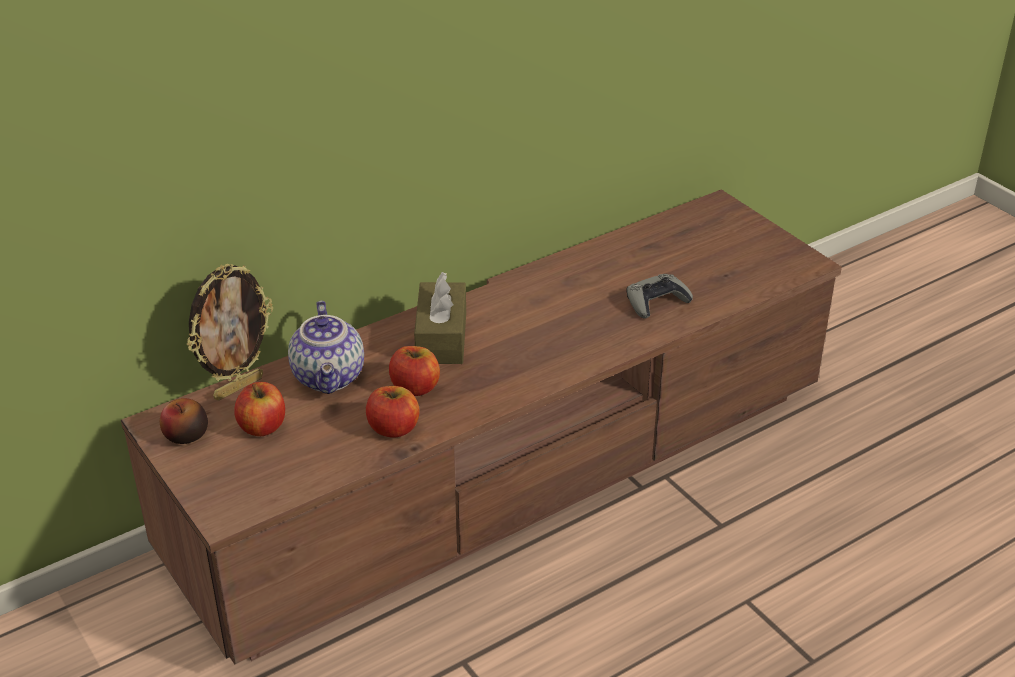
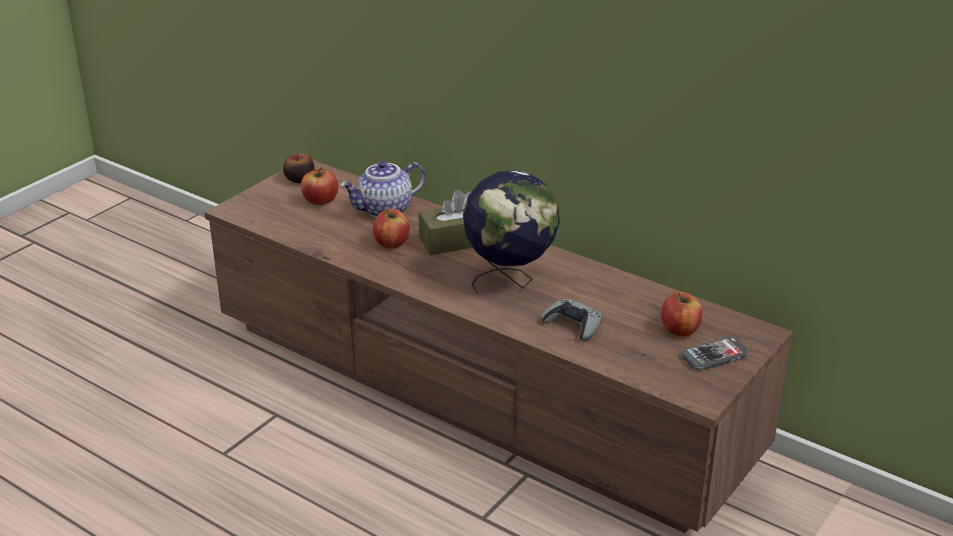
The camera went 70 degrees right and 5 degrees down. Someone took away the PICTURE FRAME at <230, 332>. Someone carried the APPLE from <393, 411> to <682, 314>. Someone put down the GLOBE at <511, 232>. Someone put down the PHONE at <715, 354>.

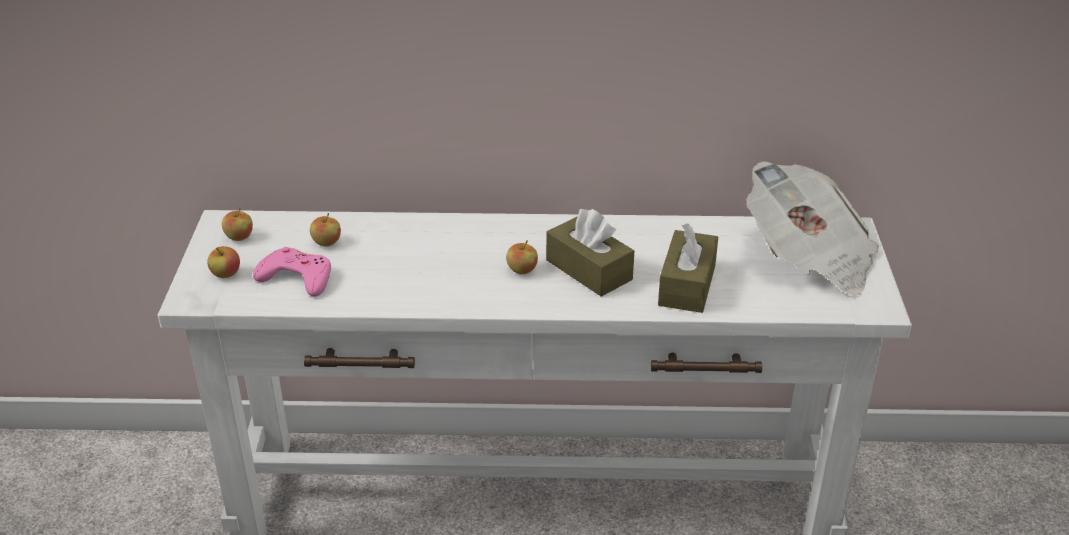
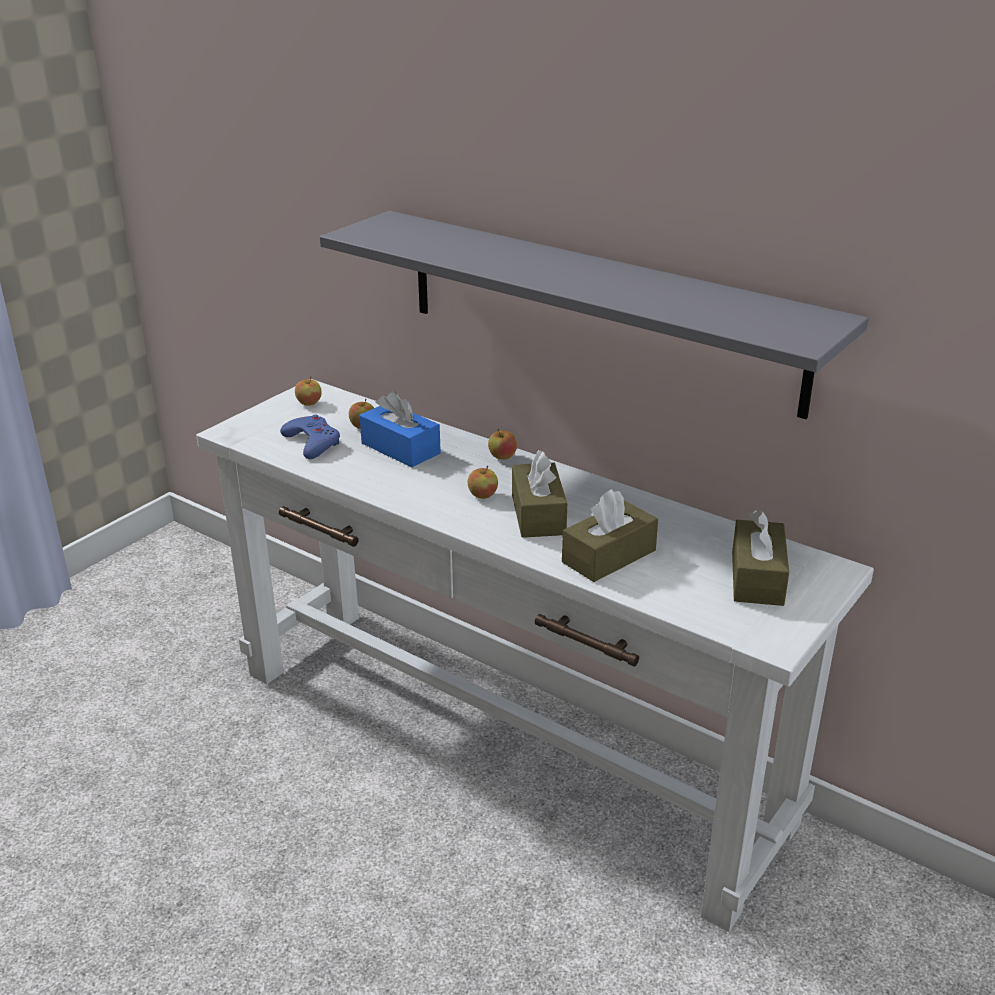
The camera went 35 degrees right and 5 degrees down. Someone carried the APPLE from <223, 262> to <502, 444>. Someone repainted the PINK GAME CONTROLLER at <292, 272>, which became the BLUE GAME CONTROLLER at <310, 437>. Someone swapped the NEWSPAPER at <812, 228> for the BROWN TISSUE BOX at <760, 558>. Someone put up the GREY SHELF at <594, 315>. Someone put down the BLUE TISSUE BOX at <400, 429>.

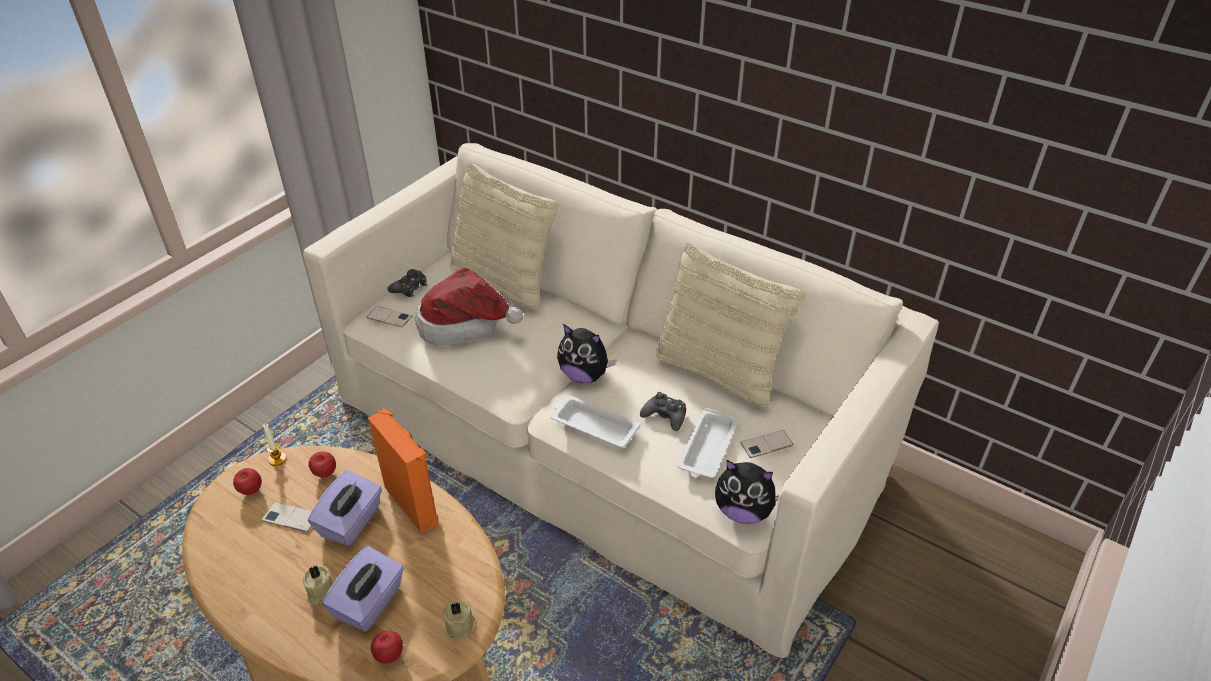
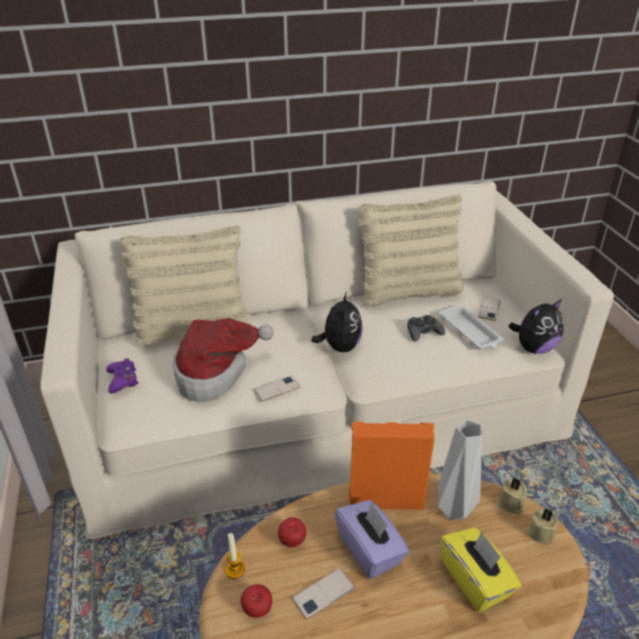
The camera went 50 degrees left and 5 degrees down. Someone carried the BEIGE CANDLE from <318, 584> to <512, 496>. Someone repainted the PURPLE TISSUE BOX at <363, 588>, which became the YELLOW TISSUE BOX at <481, 569>. Someone carried the PHONE from <389, 316> to <277, 388>. Someone took away the APPLE at <387, 647>. Someone repainted the BLACK GAME CONTROLLER at <407, 283>, which became the PURPLE GAME CONTROLLER at <122, 375>. Someone took away the WHITE TRAY at <596, 422>. Someone rotated the PLUSH TOY at <587, 353> by 60 degrees counterclockwise. Someone put down the GREY VASE at <460, 469>.

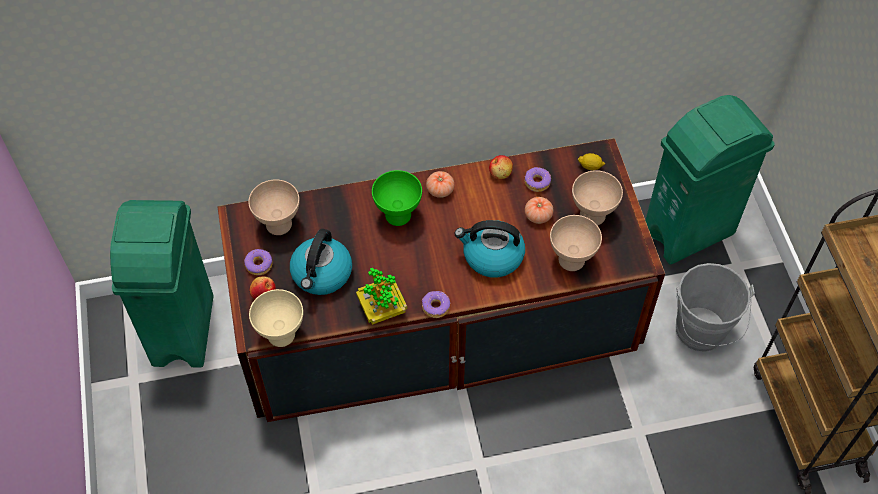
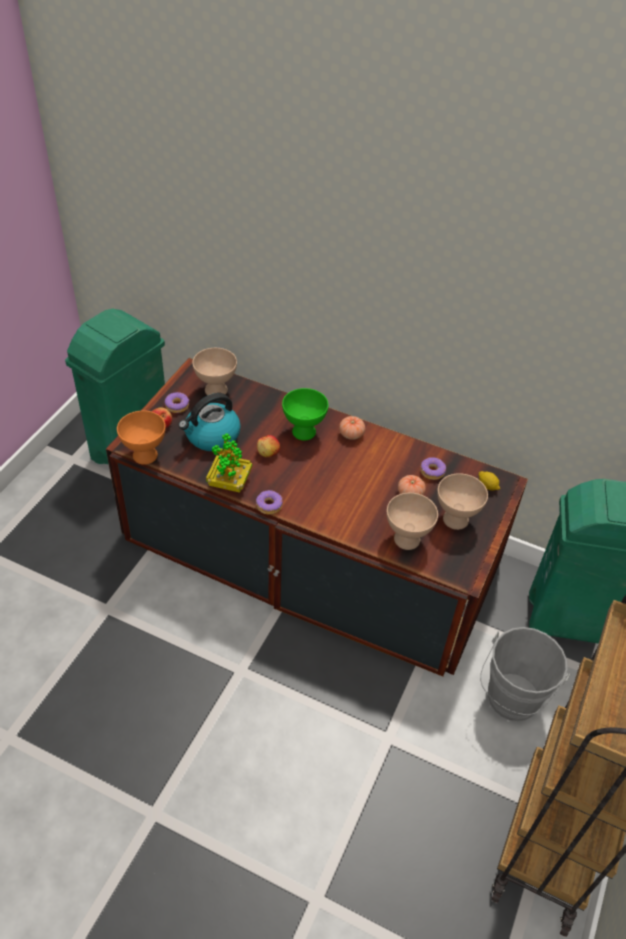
The camera went 35 degrees right and 10 degrees down. Someone repainted the BEIGE BOWL at <276, 318>, which became the ORANGE BOWL at <141, 437>. Someone took away the KETTLE at <490, 249>. Someone carried the APPLE from <501, 167> to <268, 446>.

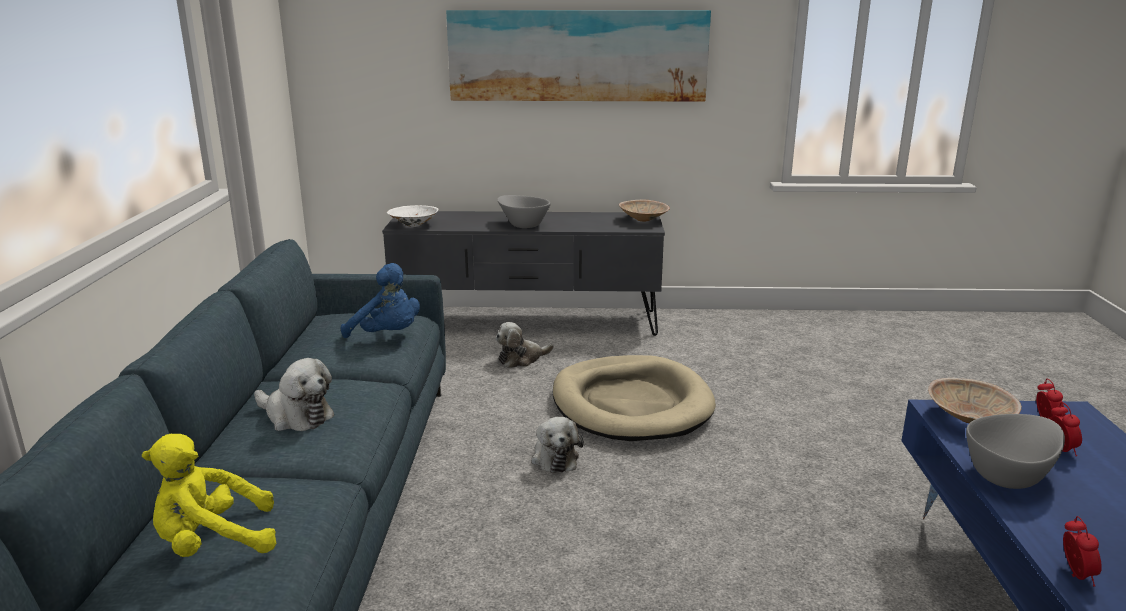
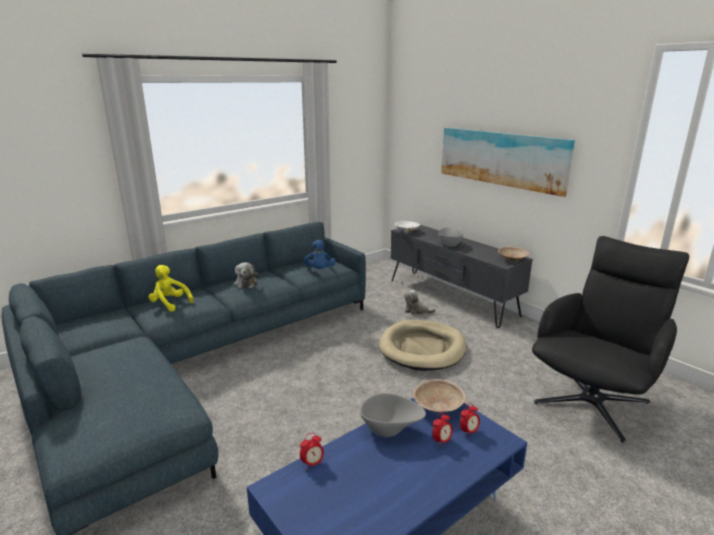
The camera went 50 degrees right and 0 degrees up. Someone took away the PLUSH TOY at <557, 445>. Someone put down the BLACK ARMCHAIR at <610, 339>.

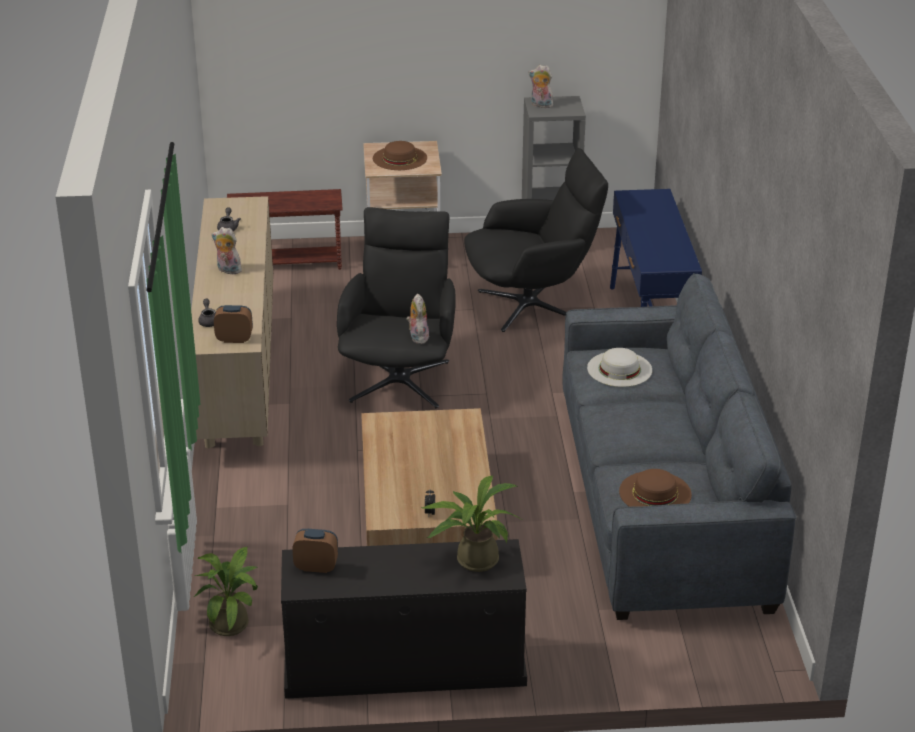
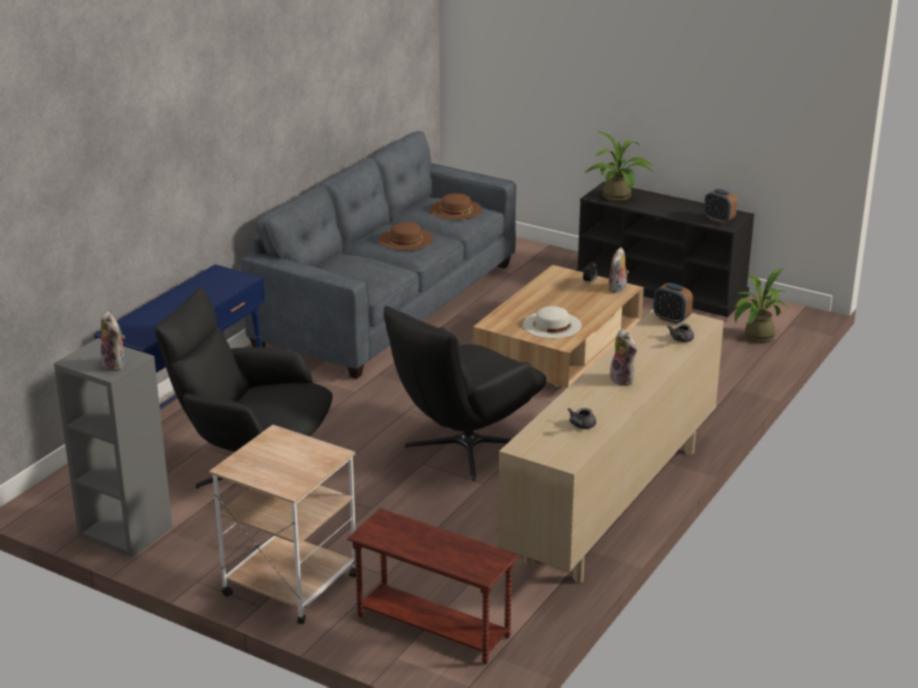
The camera went 145 degrees left and 5 degrees down. Someone carried the BROWN HAT from <400, 155> to <406, 236>. Someone carried the PLUSH TOY from <418, 318> to <618, 270>. Someone carried the WHITE HAT from <619, 367> to <552, 322>.

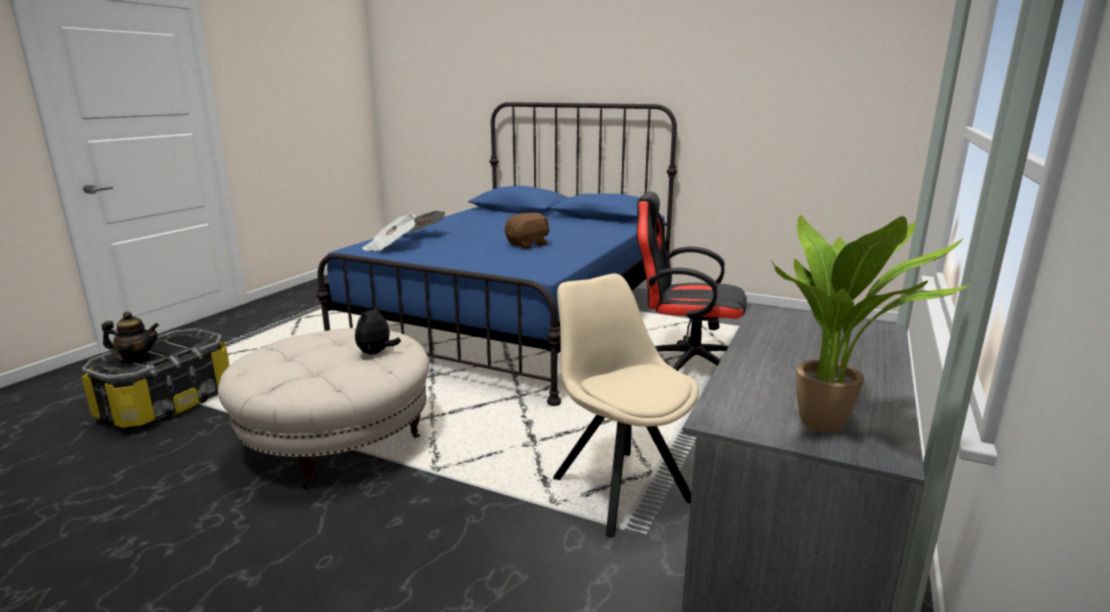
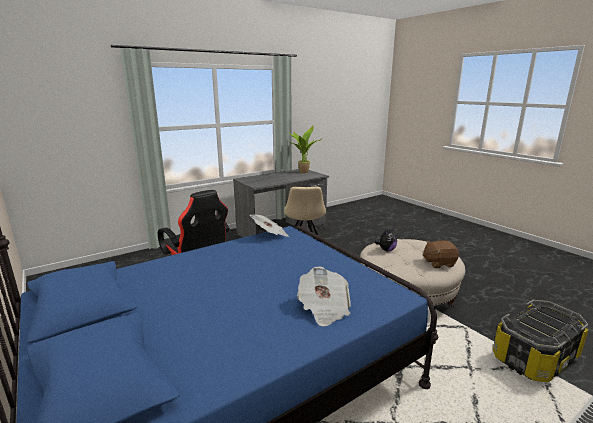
The camera went 150 degrees left and 0 degrees up. Someone took away the TEAPOT at <130, 337>. Someone carried the NEWSPAPER from <389, 232> to <269, 225>. Someone carried the BROWN PLUSH TOY from <527, 231> to <441, 254>.

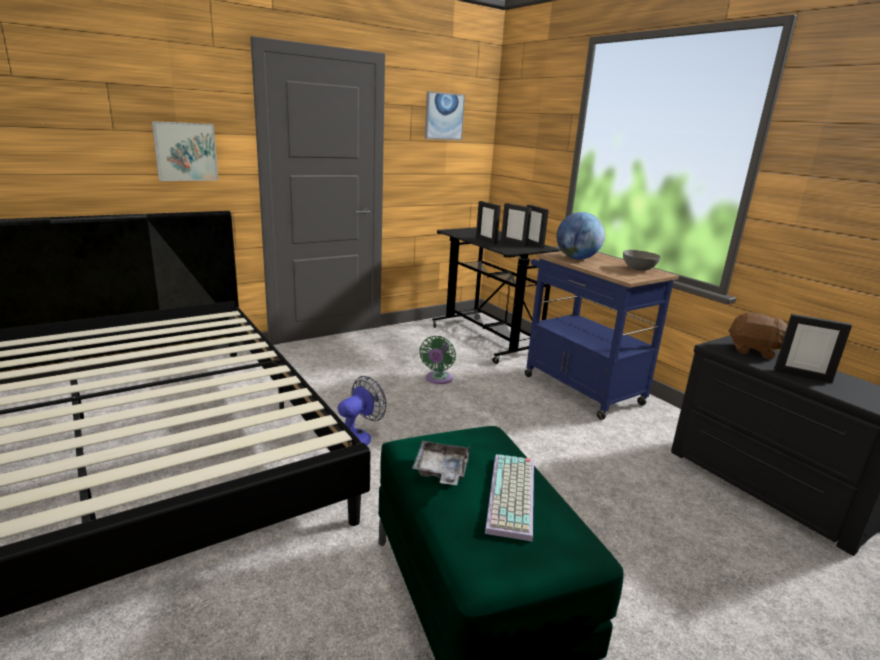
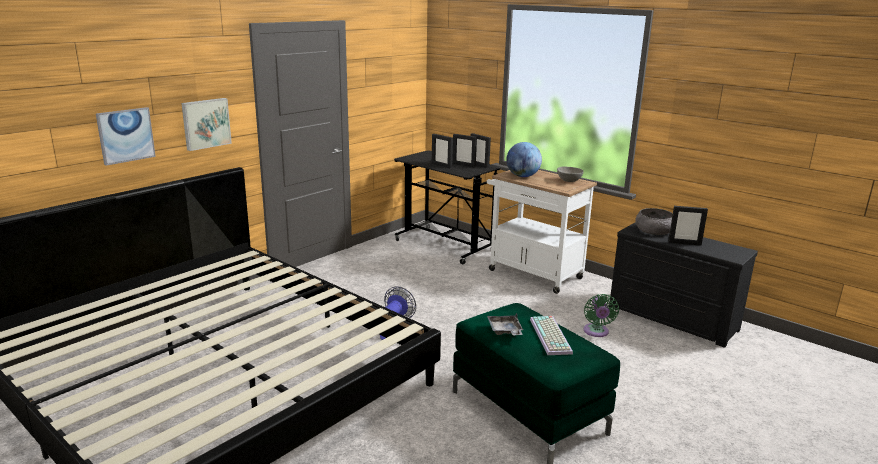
The camera went 15 degrees left and 0 degrees up. Someone carried the GREEN FAN from <437, 360> to <601, 315>. Someone carried the PICTURE from <445, 115> to <126, 136>. Someone repainted the BLUE CART at <602, 335>, which became the WHITE CART at <542, 232>. Someone swapped the BROWN PLUSH TOY at <757, 336> for the GREY BOWL at <654, 221>.

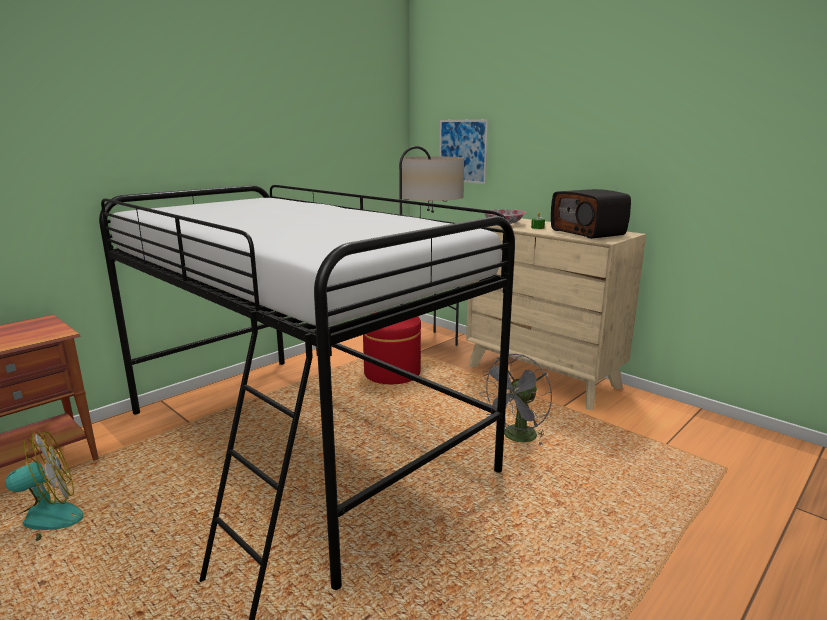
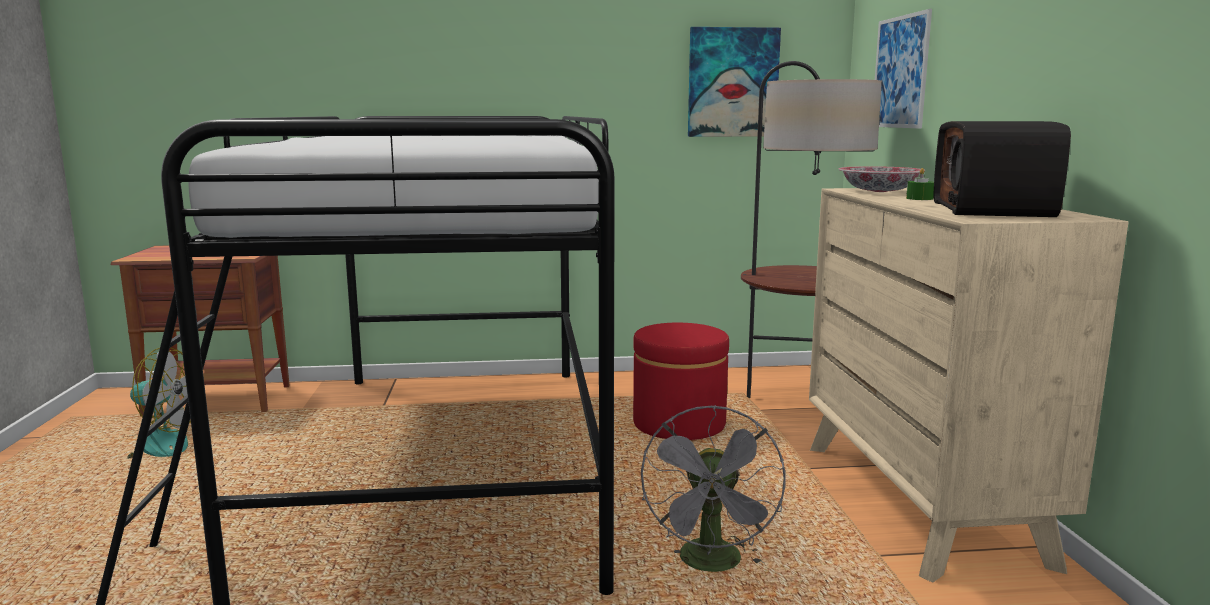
The camera went 40 degrees right and 5 degrees down. Someone rotated the GREY FAN at <516, 399> by 75 degrees counterclockwise. Someone put up the PICTURE at <734, 82>.

